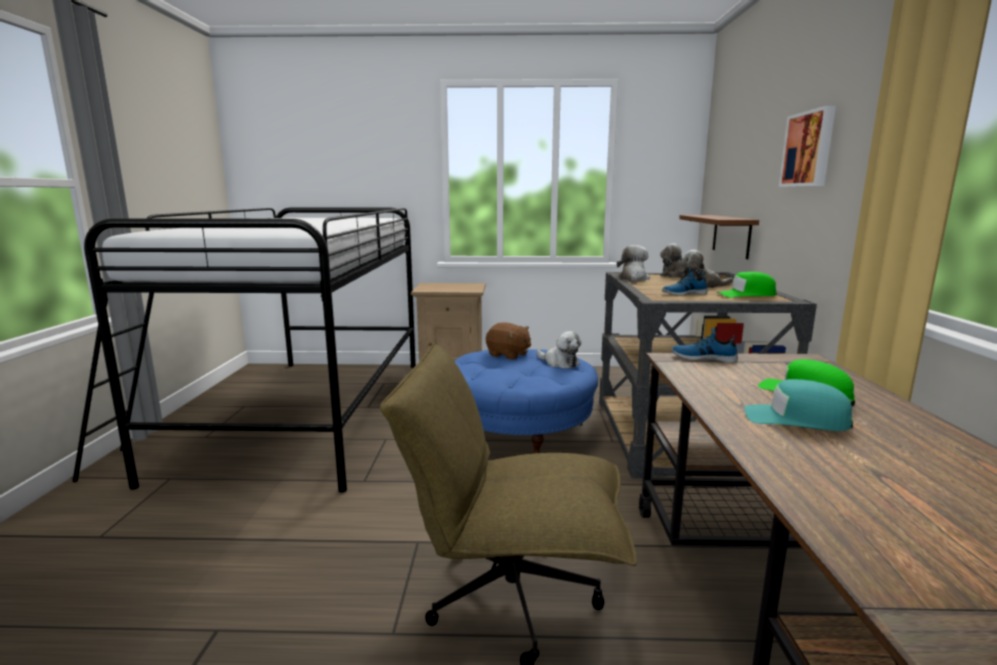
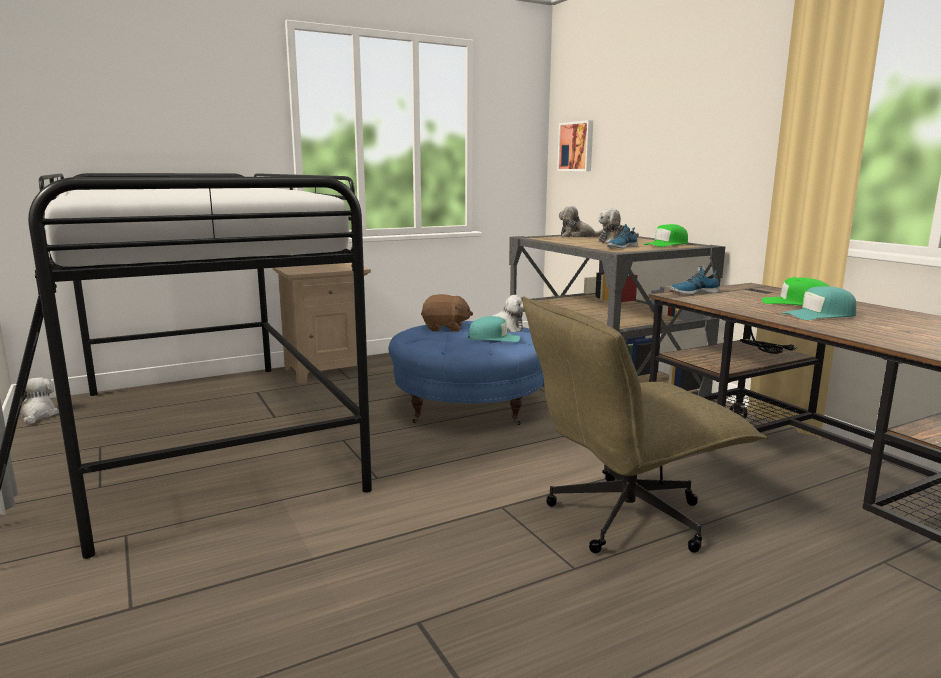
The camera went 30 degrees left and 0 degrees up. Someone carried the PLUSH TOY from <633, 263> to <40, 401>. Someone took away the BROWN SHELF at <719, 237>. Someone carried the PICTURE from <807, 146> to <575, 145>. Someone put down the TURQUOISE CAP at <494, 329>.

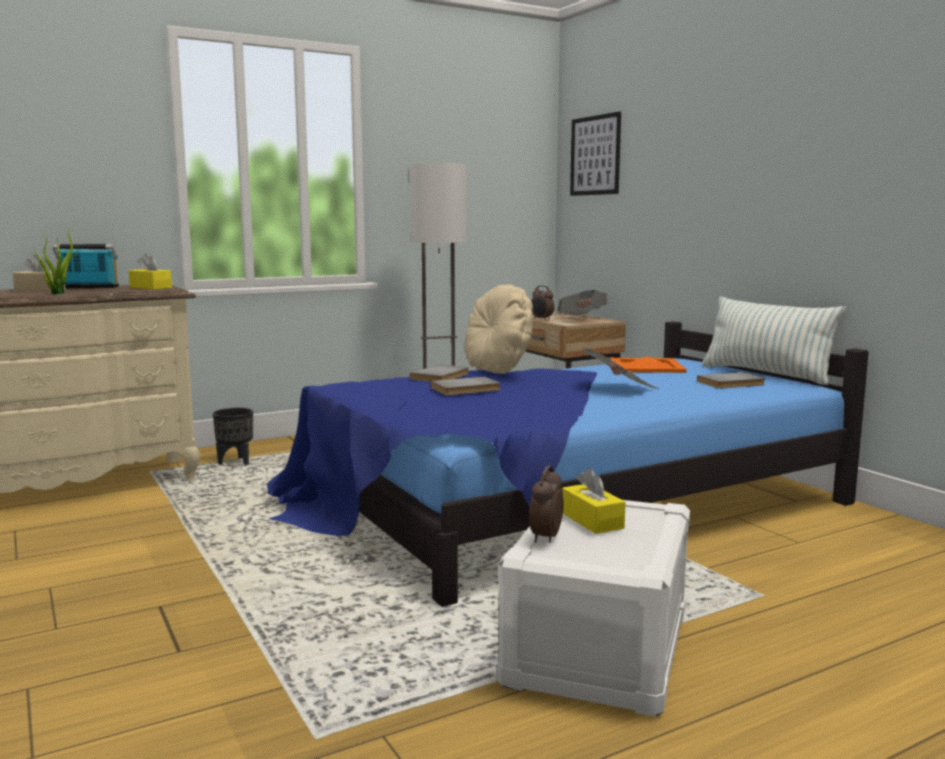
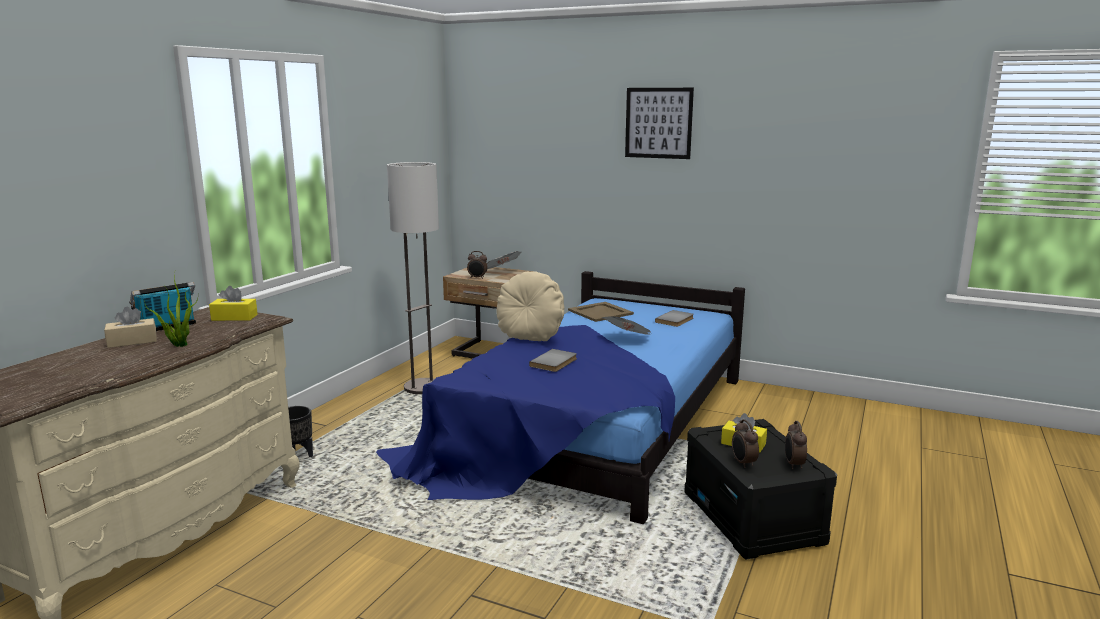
The camera went 35 degrees left and 5 degrees up. Someone took away the GREY BOOK at <439, 373>. Someone repainted the WHITE STORAGE BOX at <593, 608>, which became the BLACK STORAGE BOX at <760, 489>. Someone carried the PICTURE from <595, 153> to <659, 123>. Someone repainted the ORANGE TRAY at <648, 365>, which became the BEIGE TRAY at <601, 312>. Someone took away the PILLOW at <774, 341>. Someone put down the ALARM CLOCK at <796, 445>.

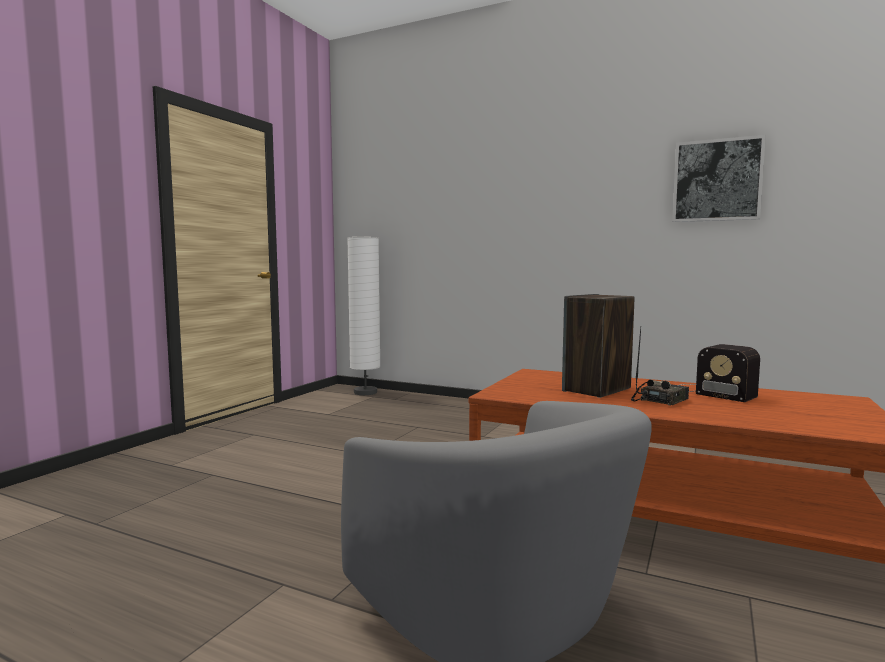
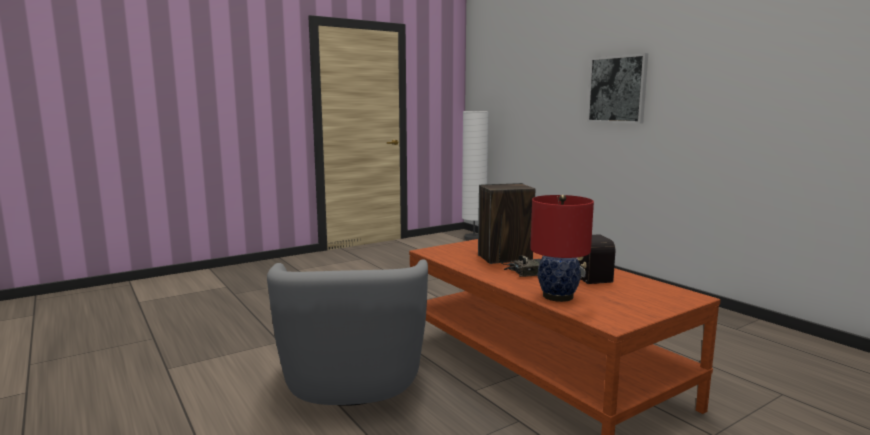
The camera went 30 degrees right and 5 degrees up. Someone carried the PICTURE from <719, 178> to <617, 88>. Someone put down the RED TABLE LAMP at <562, 248>.

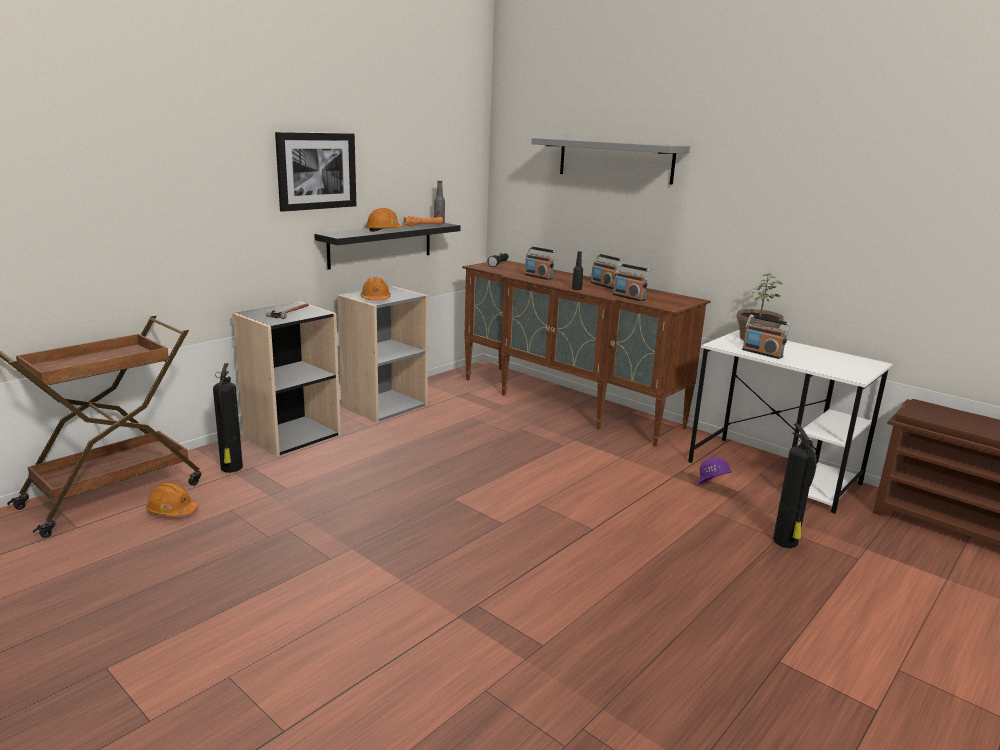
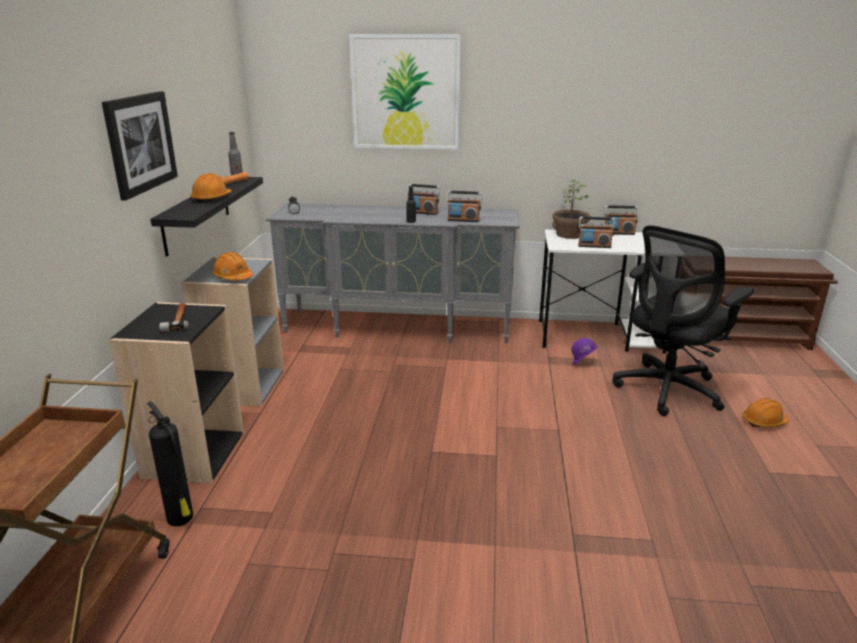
The camera went 35 degrees left and 5 degrees up. Someone carried the ORANGE HARD HAT from <172, 499> to <766, 412>. Someone repainted the BROWN CABINET at <586, 353>, which became the GREY CABINET at <393, 273>. Someone carried the RADIO from <540, 263> to <621, 220>. Someone swapped the GREY SHELF at <611, 161> for the PICTURE at <405, 92>. Someone swapped the FIRE EXTINGUISHER at <795, 486> for the BLACK OFFICE CHAIR at <683, 320>.

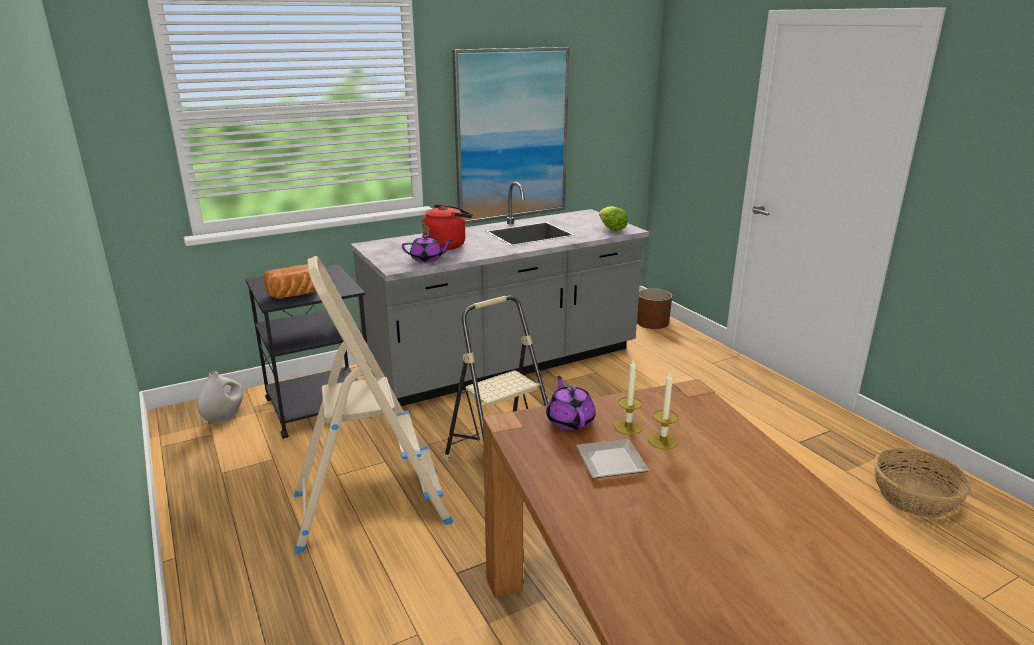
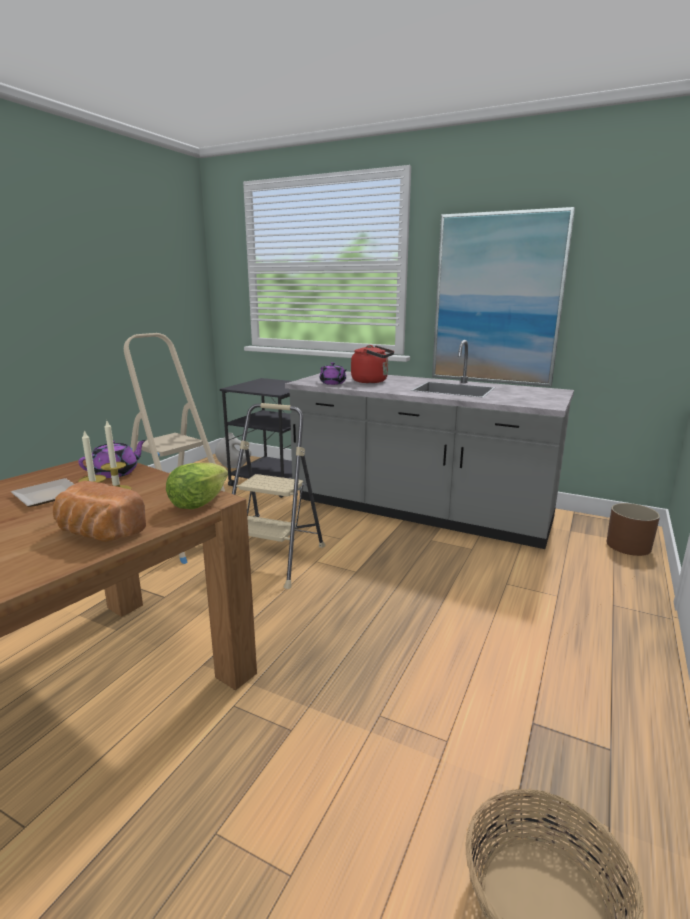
The camera went 55 degrees right and 5 degrees down. Someone carried the BREAD from <290, 281> to <99, 511>. Someone carried the LETTUCE from <613, 218> to <197, 486>.

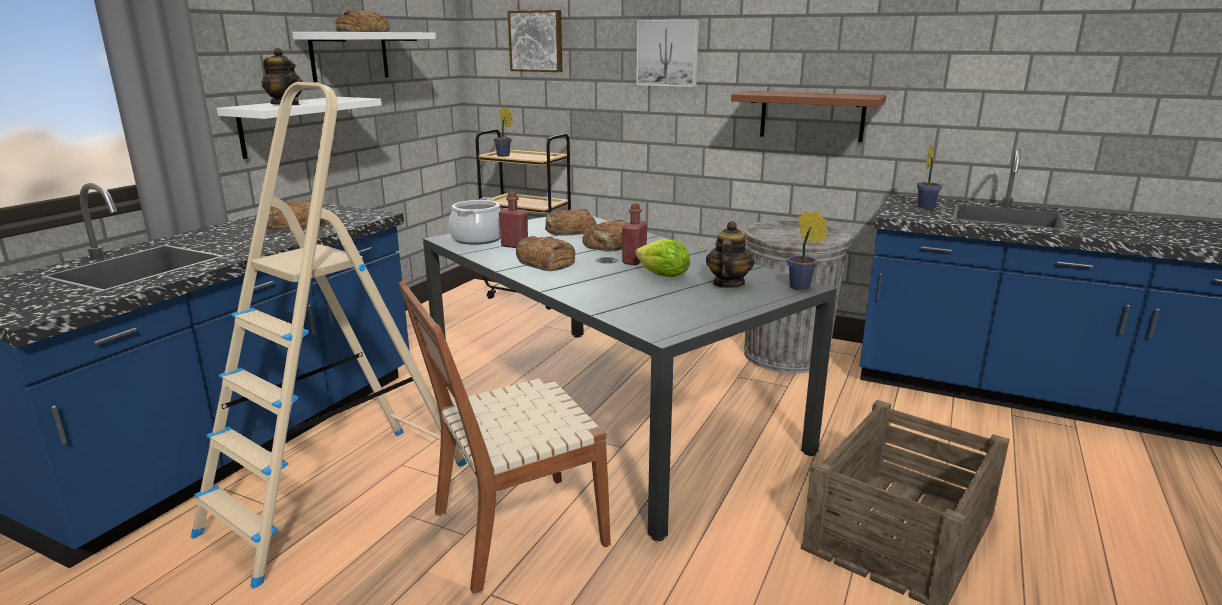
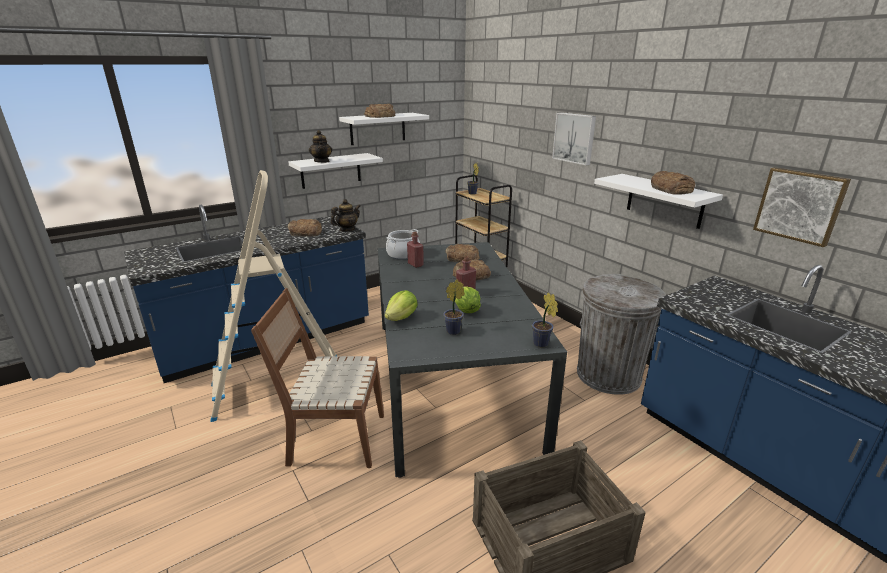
The camera went 30 degrees right and 5 degrees up. Someone carried the PICTURE from <535, 41> to <802, 207>. Someone carried the BREAD from <545, 253> to <673, 183>. Someone carried the TEAPOT from <730, 254> to <345, 215>. Someone repainted the BROWN SHELF at <809, 116>, which became the WHITE SHELF at <658, 201>. Someone carried the POTTED PLANT from <929, 176> to <454, 307>. Someone put down the LETTUCE at <400, 305>.

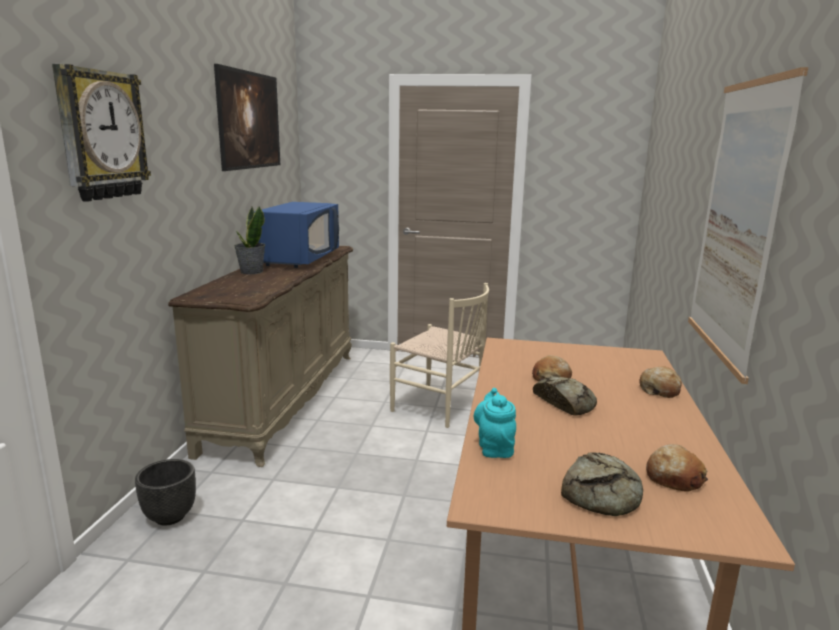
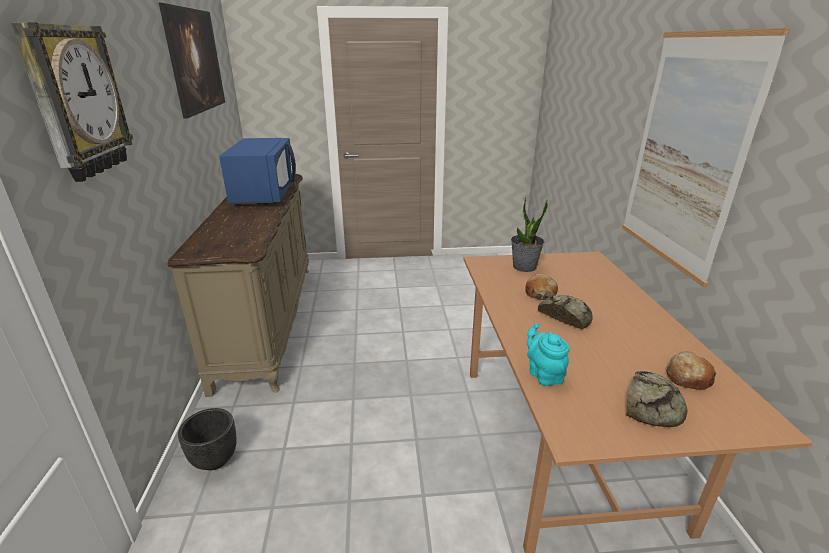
The camera went 15 degrees left and 10 degrees up. Someone carried the POTTED PLANT from <249, 240> to <529, 234>. Someone took away the BEIGE CHAIR at <439, 355>. Someone took away the BREAD at <660, 382>.

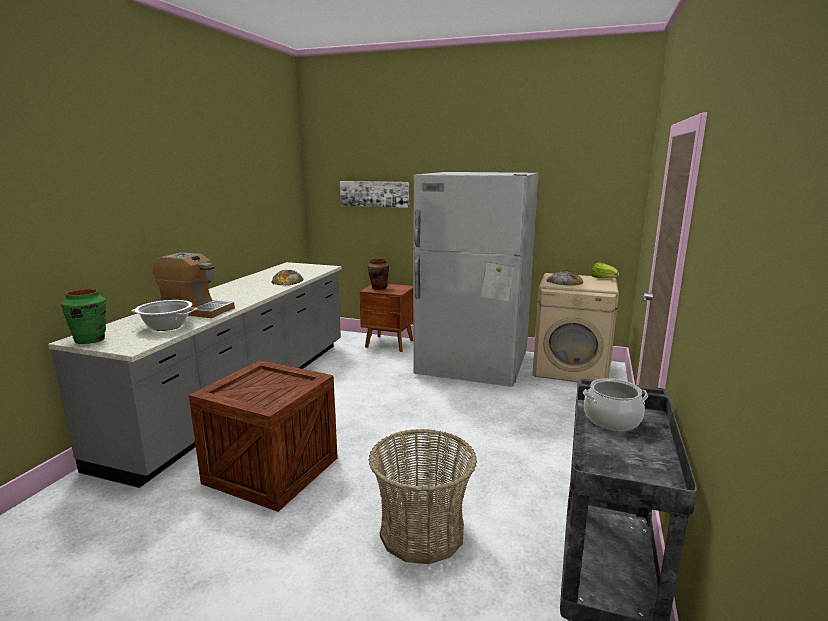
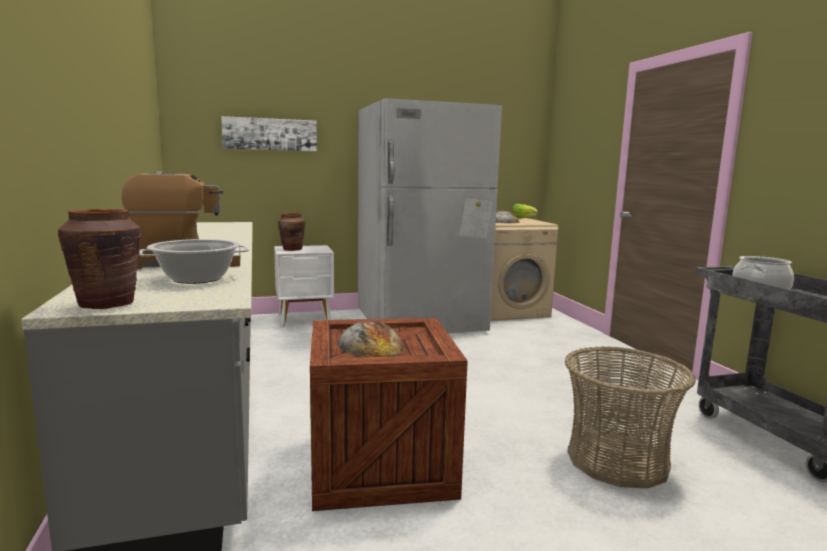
The camera went 35 degrees left and 5 degrees down. Someone repainted the GREEN VASE at <83, 316>, which became the BROWN VASE at <99, 259>. Someone carried the BREAD from <287, 277> to <370, 339>. Someone repainted the BROWN NIGHTSTAND at <386, 318>, which became the WHITE NIGHTSTAND at <304, 286>.

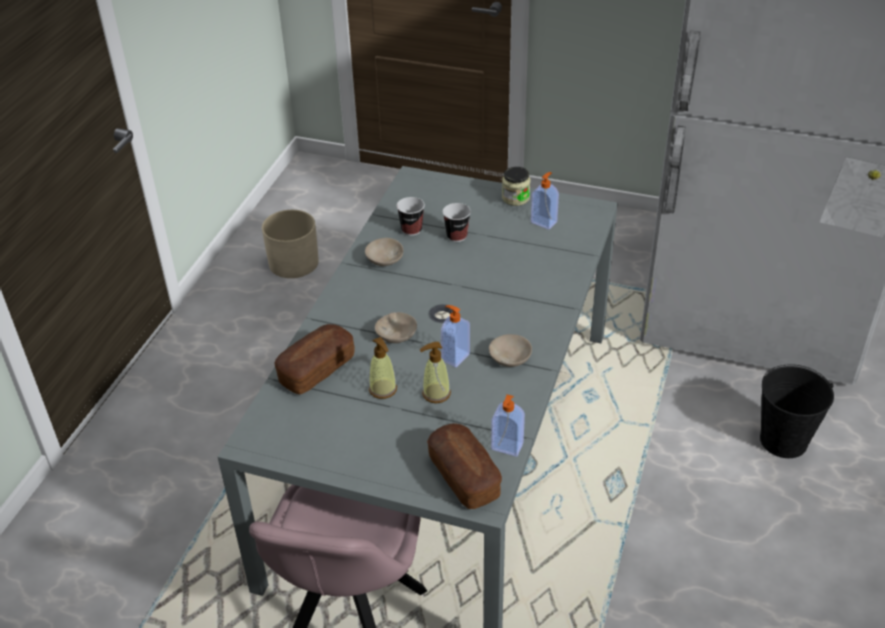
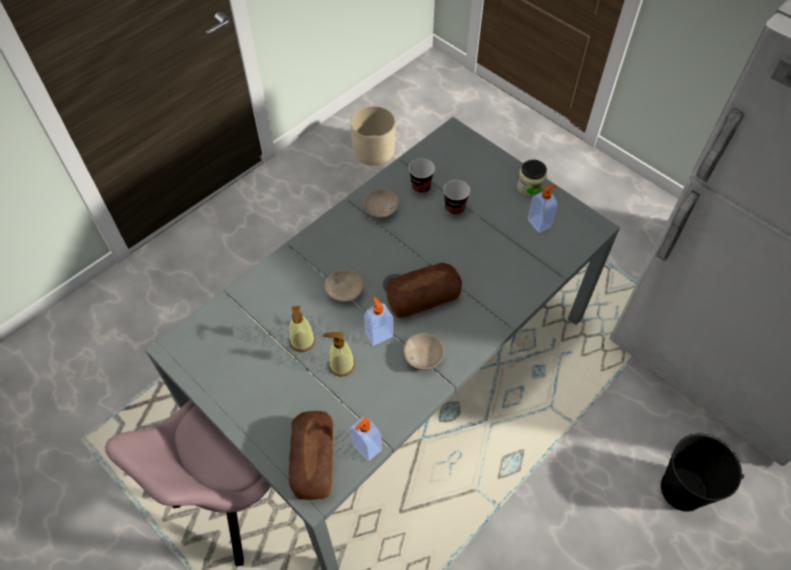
The camera went 25 degrees right and 15 degrees up. Someone carried the BREAD from <315, 359> to <424, 290>.

